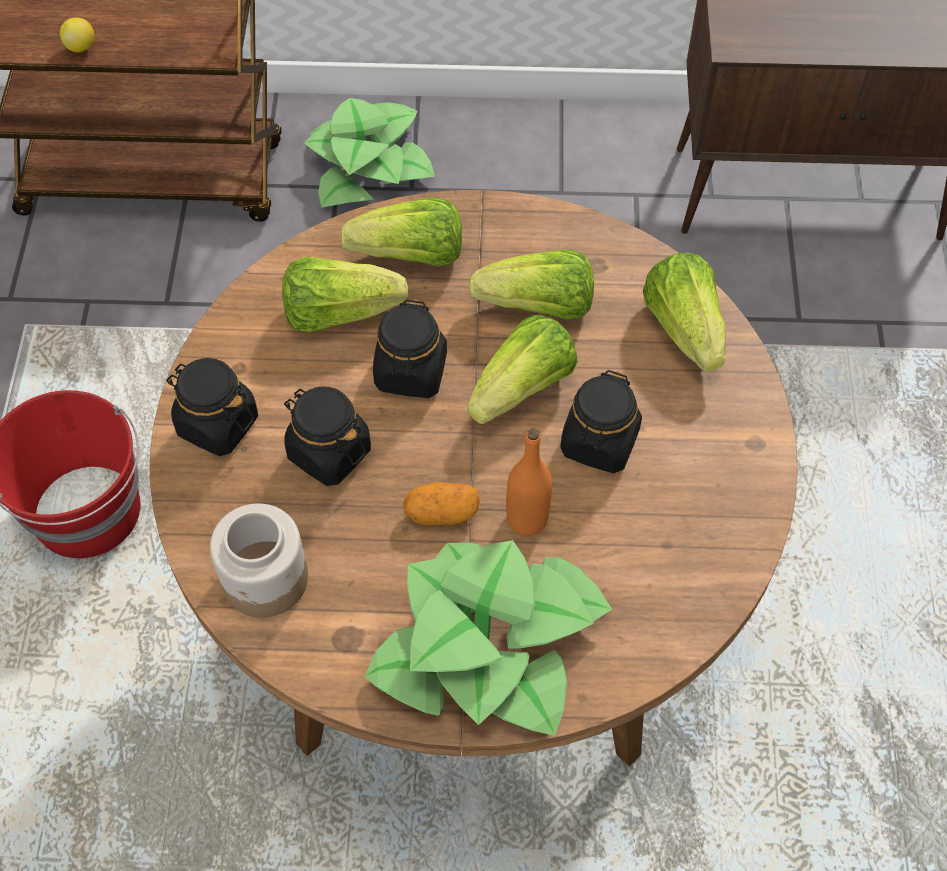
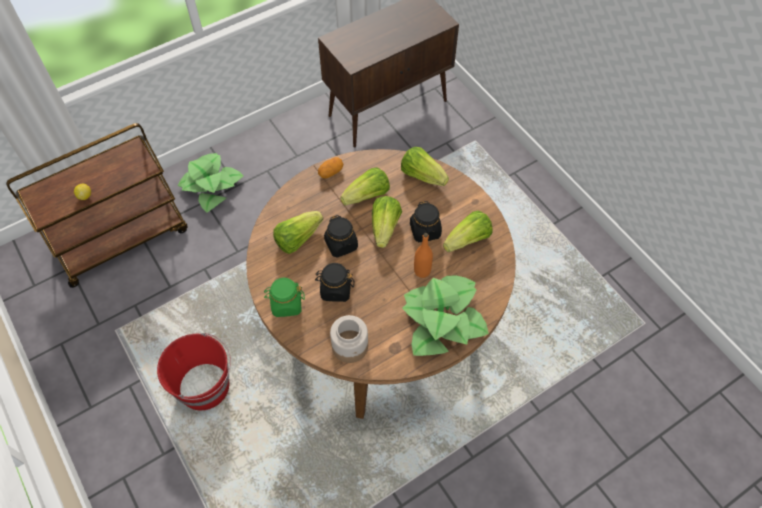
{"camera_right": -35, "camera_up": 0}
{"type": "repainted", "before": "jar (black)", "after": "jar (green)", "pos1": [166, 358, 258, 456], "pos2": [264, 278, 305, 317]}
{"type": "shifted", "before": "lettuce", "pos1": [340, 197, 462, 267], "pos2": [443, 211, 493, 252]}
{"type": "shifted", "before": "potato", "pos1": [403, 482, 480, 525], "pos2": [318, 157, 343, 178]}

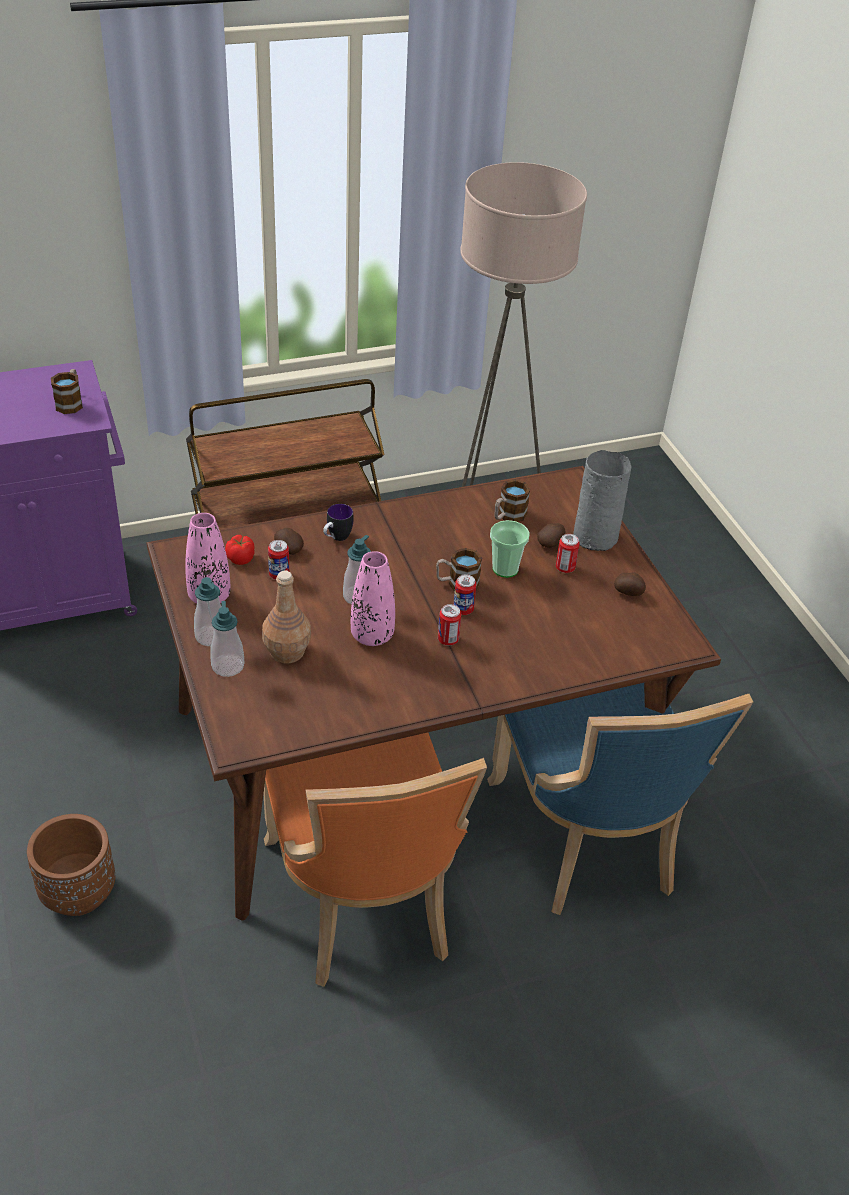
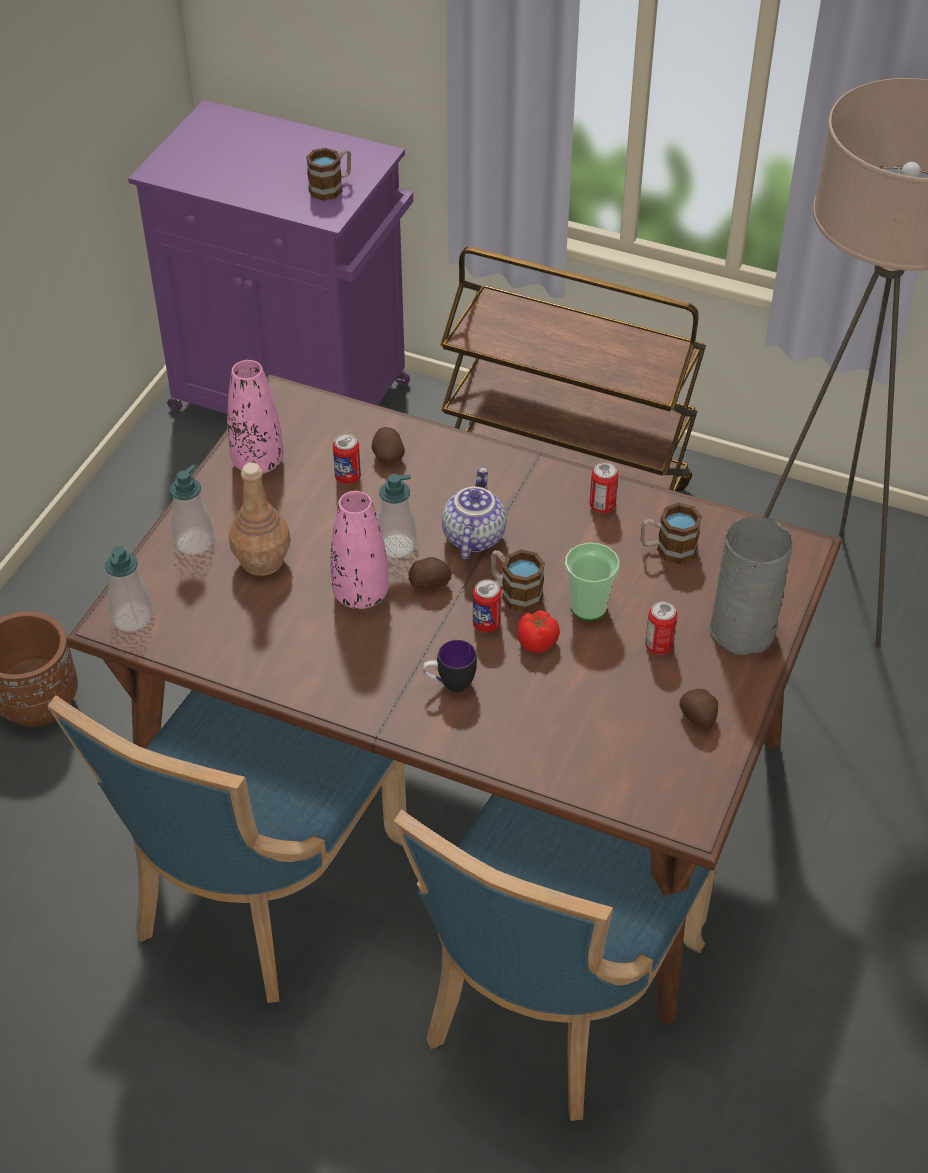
{"camera_right": 45, "camera_up": 5}
{"type": "shifted", "before": "soap dispenser", "pos1": [194, 577, 222, 646], "pos2": [105, 546, 153, 631]}
{"type": "shifted", "before": "tomato", "pos1": [225, 535, 255, 565], "pos2": [518, 610, 560, 653]}
{"type": "repainted", "before": "chair (orange)", "after": "chair (blue)", "pos1": [264, 732, 487, 987], "pos2": [48, 690, 407, 1003]}
{"type": "shifted", "before": "mug", "pos1": [323, 504, 353, 541], "pos2": [422, 640, 477, 692]}
{"type": "shifted", "before": "can", "pos1": [438, 604, 461, 645], "pos2": [590, 462, 618, 513]}
{"type": "shifted", "before": "potato", "pos1": [537, 523, 565, 548], "pos2": [409, 557, 452, 589]}
{"type": "new", "after": "teapot", "pos2": [442, 467, 506, 559]}

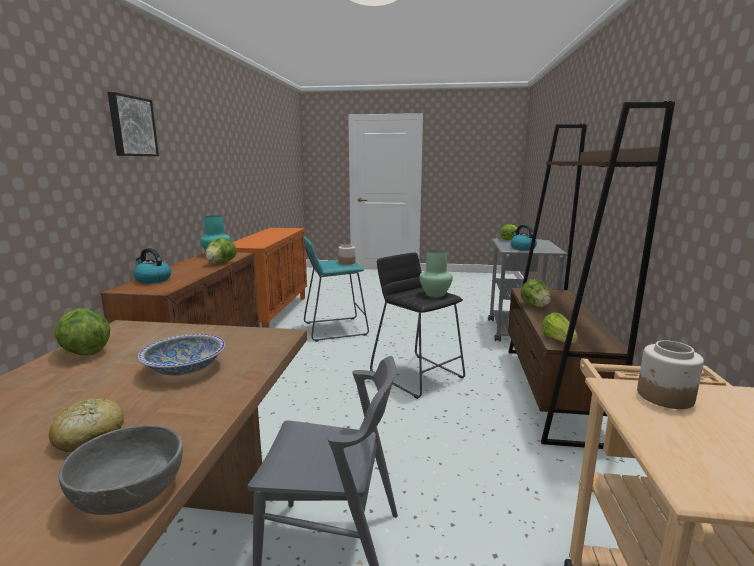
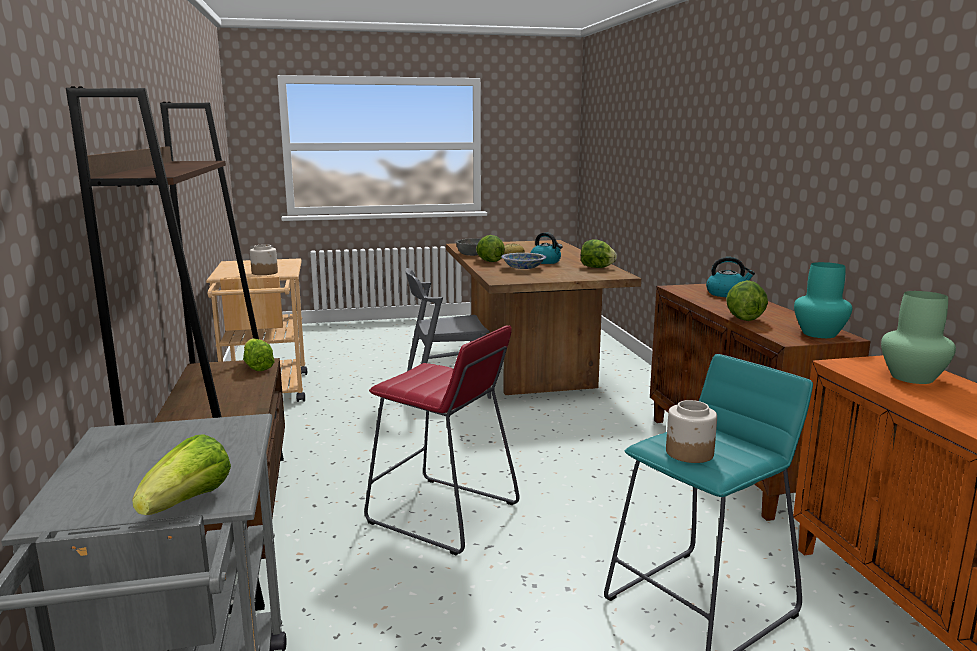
{"camera_right": 160, "camera_up": 0}
{"type": "gone", "before": "picture", "pos1": [108, 92, 159, 156]}
{"type": "repainted", "before": "stool (black)", "after": "stool (red)", "pos1": [370, 252, 465, 399], "pos2": [364, 325, 519, 555]}
{"type": "shifted", "before": "vase (green)", "pos1": [419, 250, 453, 297], "pos2": [881, 291, 956, 384]}
{"type": "shifted", "before": "kettle", "pos1": [510, 225, 537, 251], "pos2": [531, 232, 563, 264]}
{"type": "shifted", "before": "lettuce", "pos1": [520, 279, 551, 308], "pos2": [476, 235, 505, 262]}

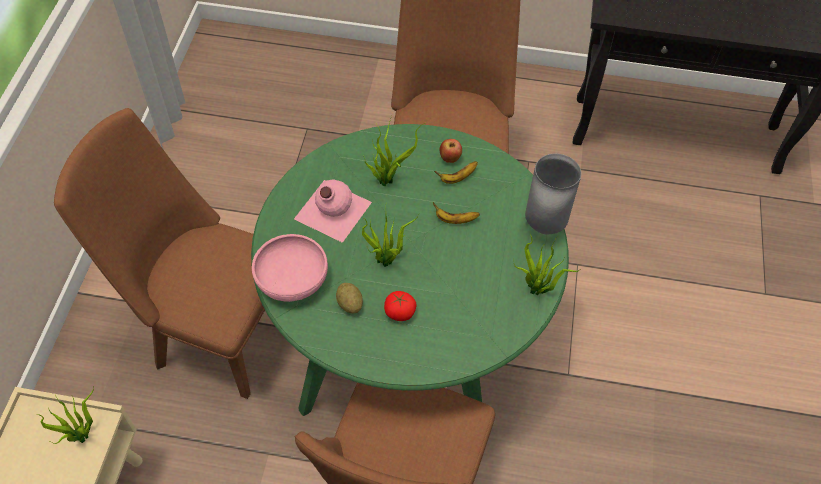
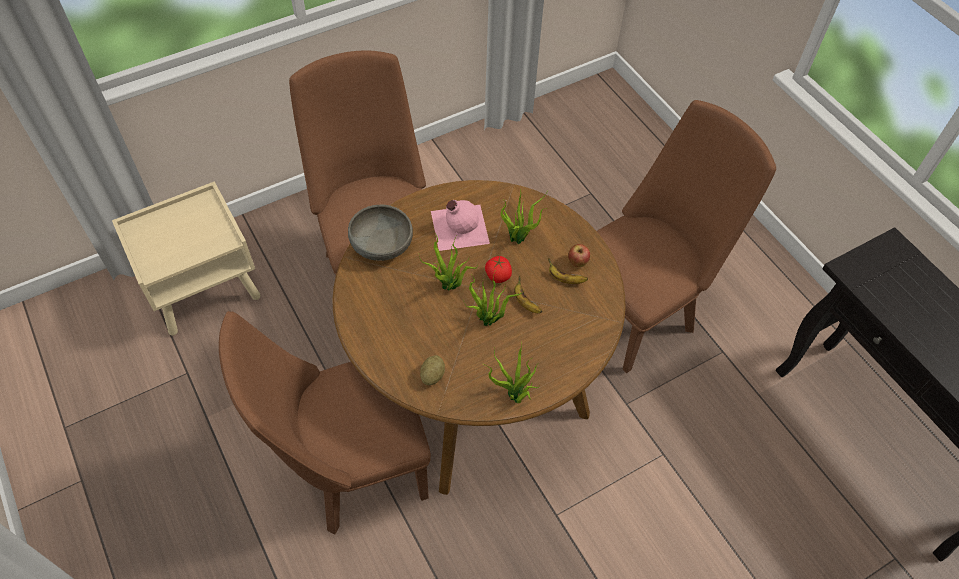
{"camera_right": 50, "camera_up": 0}
{"type": "shifted", "before": "potted plant", "pos1": [35, 386, 94, 444], "pos2": [464, 269, 524, 326]}
{"type": "repainted", "before": "dining table (green)", "after": "dining table (brown)", "pos1": [251, 124, 569, 416], "pos2": [332, 180, 626, 495]}
{"type": "repainted", "before": "bowl (pink)", "after": "bowl (grey)", "pos1": [252, 234, 328, 302], "pos2": [348, 204, 413, 261]}
{"type": "shifted", "before": "potato", "pos1": [336, 283, 363, 313], "pos2": [420, 355, 445, 385]}
{"type": "shifted", "before": "tomato", "pos1": [384, 291, 416, 321], "pos2": [485, 256, 512, 283]}
{"type": "gone", "before": "vase (grey)", "pos1": [525, 154, 581, 234]}

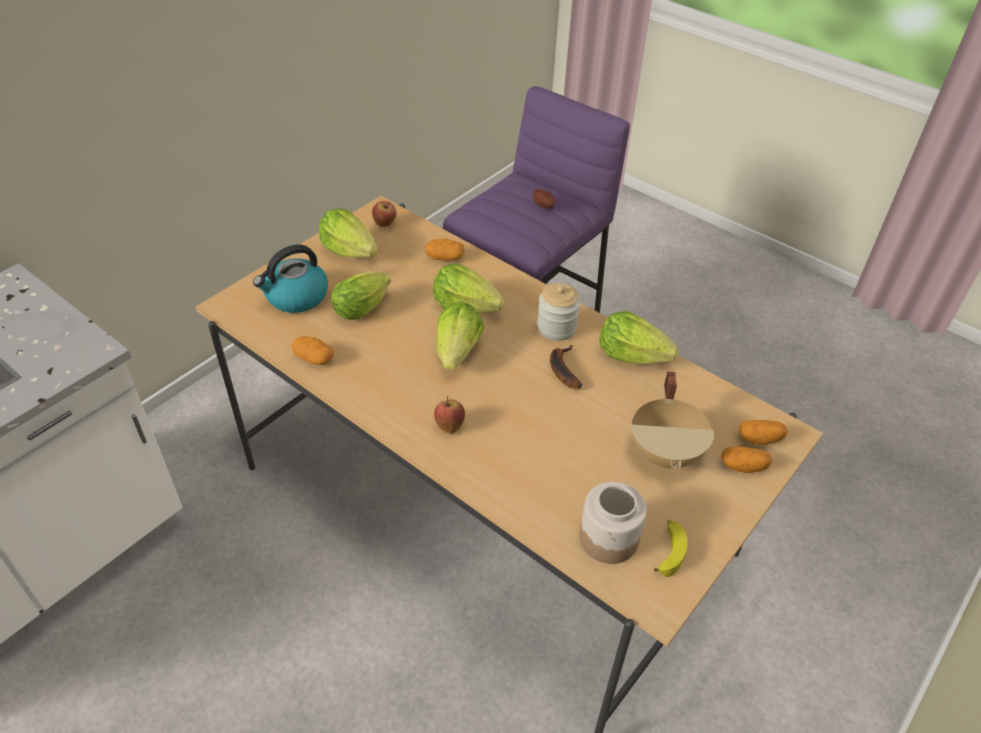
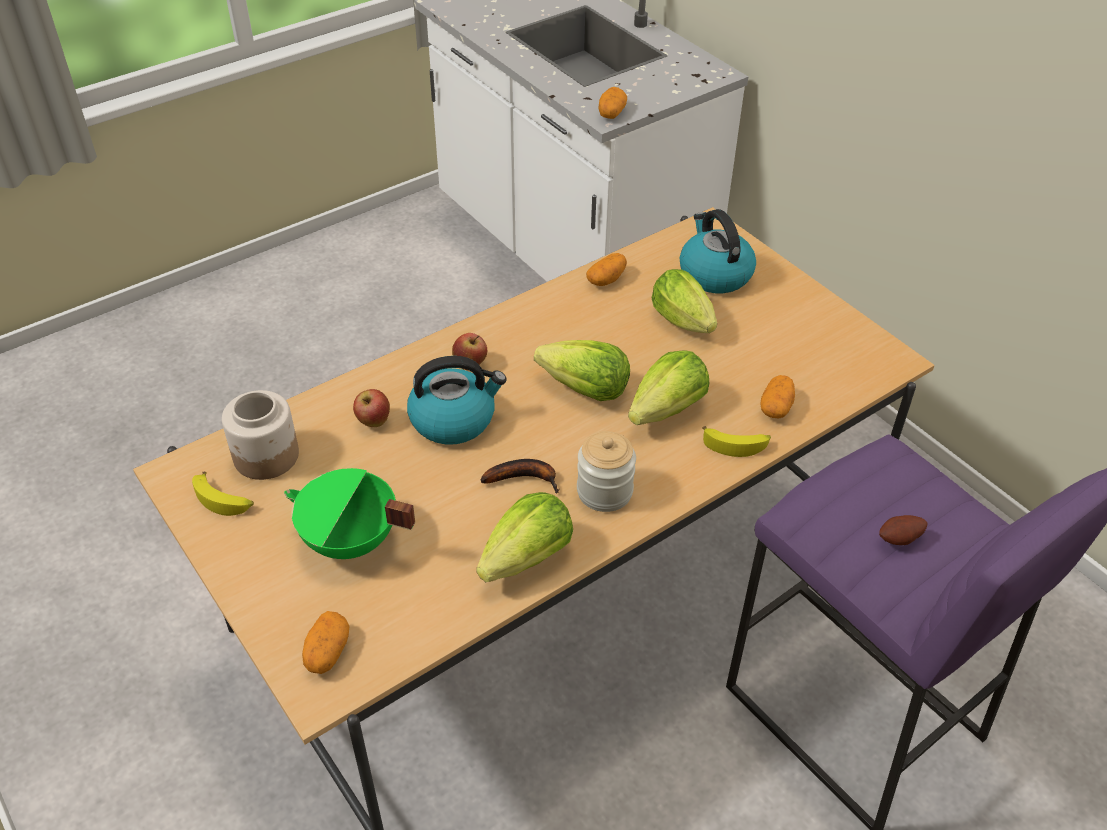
{"camera_right": 105, "camera_up": 0}
{"type": "gone", "before": "lettuce", "pos1": [319, 208, 378, 258]}
{"type": "shifted", "before": "apple", "pos1": [372, 201, 396, 227], "pos2": [353, 389, 390, 427]}
{"type": "repainted", "before": "cooking pot (beige)", "after": "cooking pot (green)", "pos1": [631, 372, 714, 469], "pos2": [284, 468, 415, 559]}
{"type": "shifted", "before": "potato", "pos1": [721, 446, 772, 473], "pos2": [598, 87, 627, 119]}
{"type": "new", "after": "kettle", "pos2": [407, 356, 507, 445]}
{"type": "new", "after": "banana", "pos2": [702, 426, 771, 457]}

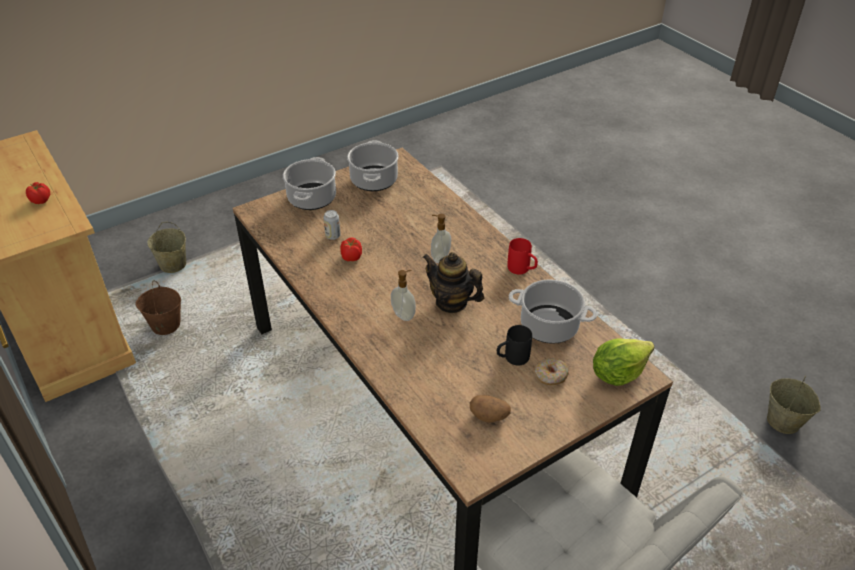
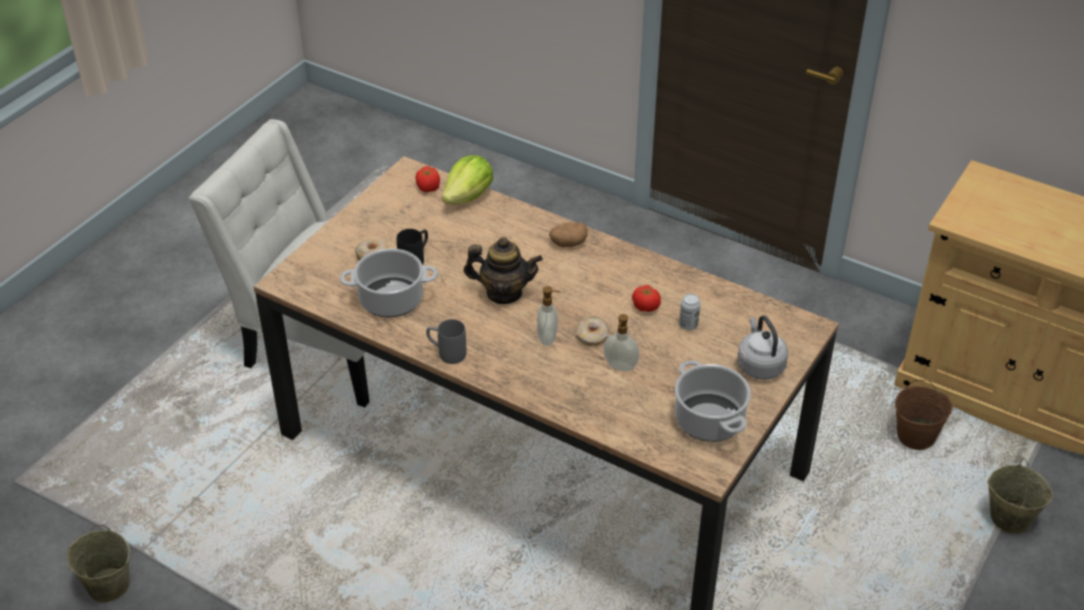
{"camera_right": 155, "camera_up": 0}
{"type": "shifted", "before": "tomato", "pos1": [26, 182, 50, 204], "pos2": [416, 166, 440, 192]}
{"type": "swapped", "before": "cooking pot", "after": "kettle (grey)", "pos1": [283, 157, 336, 210], "pos2": [737, 315, 788, 380]}
{"type": "shifted", "before": "soap dispenser", "pos1": [391, 270, 416, 321], "pos2": [604, 314, 639, 371]}
{"type": "shifted", "before": "potato", "pos1": [470, 395, 511, 423], "pos2": [549, 222, 588, 247]}
{"type": "repainted", "before": "mug (red)", "after": "mug (grey)", "pos1": [507, 238, 538, 274], "pos2": [426, 319, 466, 364]}
{"type": "shifted", "before": "lettuce", "pos1": [593, 339, 654, 386], "pos2": [442, 155, 493, 205]}
{"type": "new", "after": "donut", "pos2": [576, 316, 609, 346]}

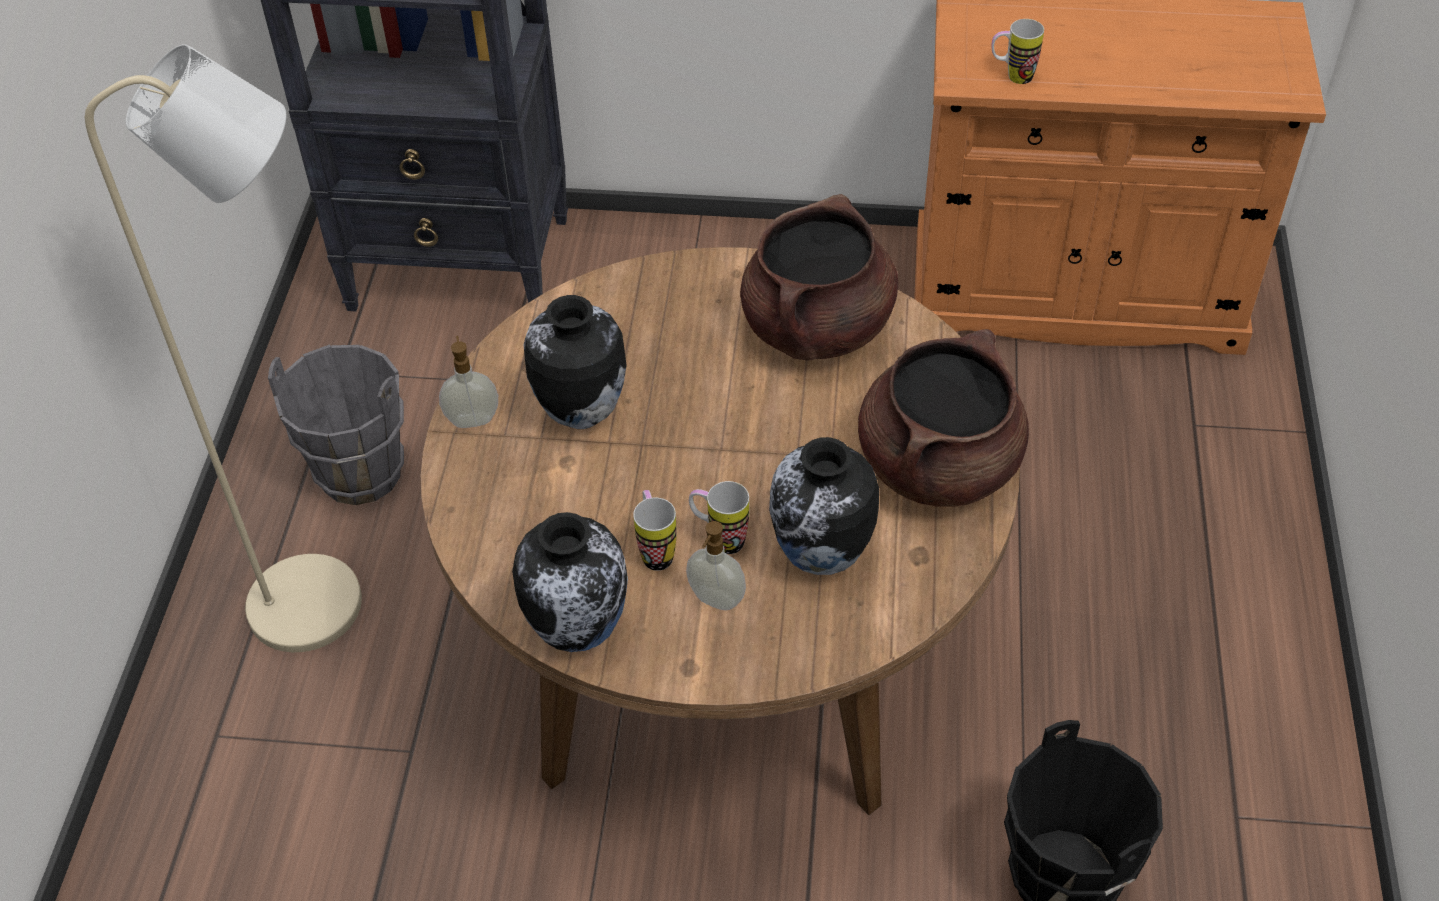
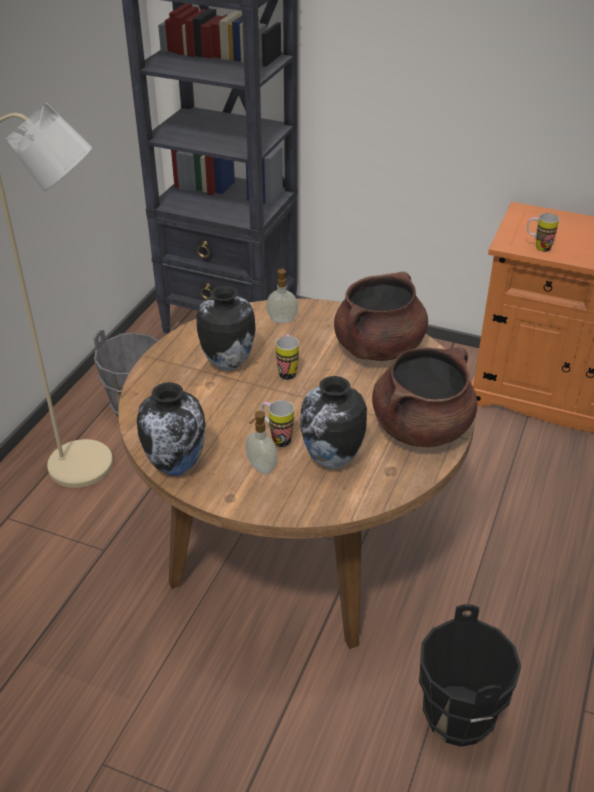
{"camera_right": 15, "camera_up": -10}
{"type": "shifted", "before": "soap dispenser", "pos1": [439, 336, 498, 428], "pos2": [266, 268, 298, 323]}
{"type": "shifted", "before": "mug", "pos1": [633, 490, 676, 571], "pos2": [276, 334, 299, 380]}

